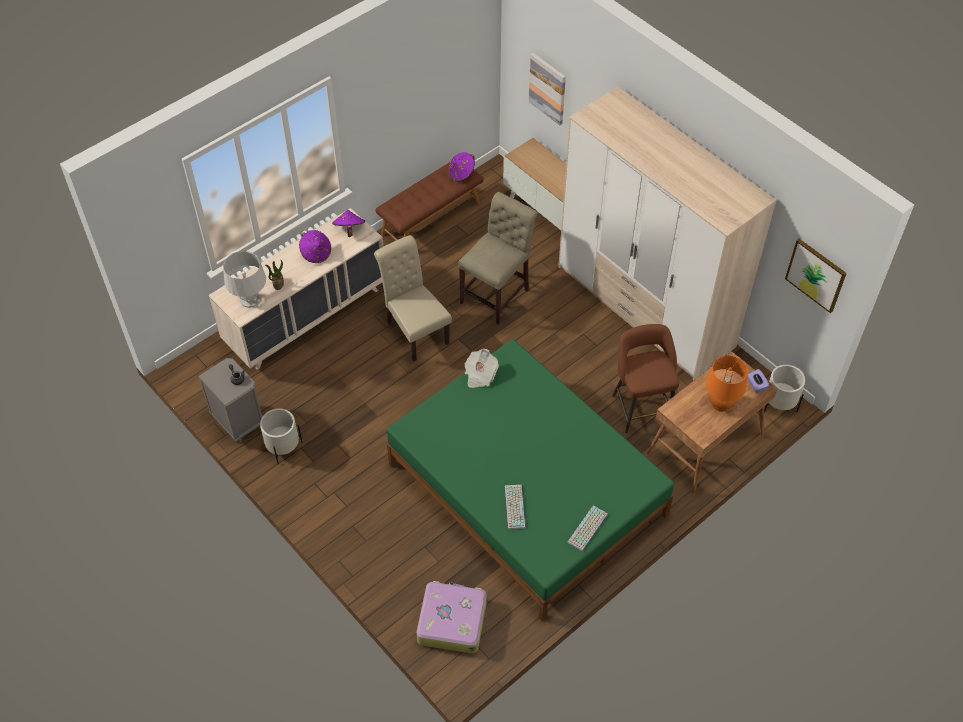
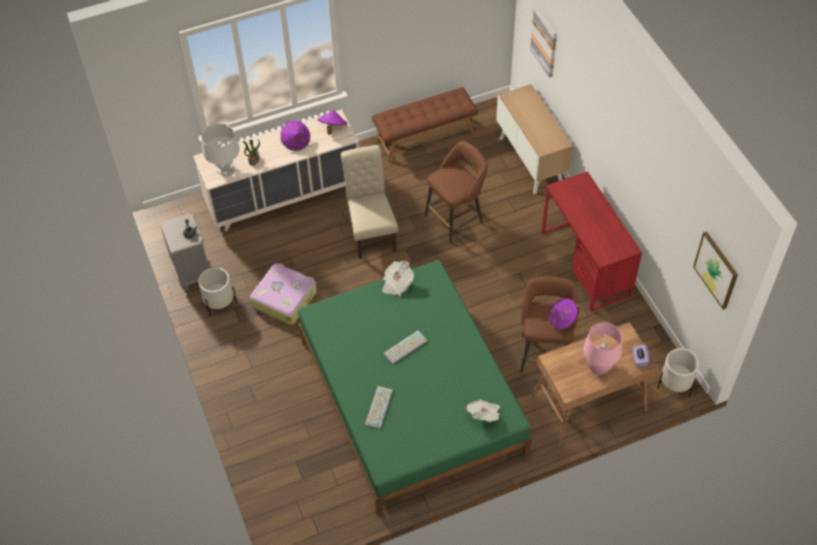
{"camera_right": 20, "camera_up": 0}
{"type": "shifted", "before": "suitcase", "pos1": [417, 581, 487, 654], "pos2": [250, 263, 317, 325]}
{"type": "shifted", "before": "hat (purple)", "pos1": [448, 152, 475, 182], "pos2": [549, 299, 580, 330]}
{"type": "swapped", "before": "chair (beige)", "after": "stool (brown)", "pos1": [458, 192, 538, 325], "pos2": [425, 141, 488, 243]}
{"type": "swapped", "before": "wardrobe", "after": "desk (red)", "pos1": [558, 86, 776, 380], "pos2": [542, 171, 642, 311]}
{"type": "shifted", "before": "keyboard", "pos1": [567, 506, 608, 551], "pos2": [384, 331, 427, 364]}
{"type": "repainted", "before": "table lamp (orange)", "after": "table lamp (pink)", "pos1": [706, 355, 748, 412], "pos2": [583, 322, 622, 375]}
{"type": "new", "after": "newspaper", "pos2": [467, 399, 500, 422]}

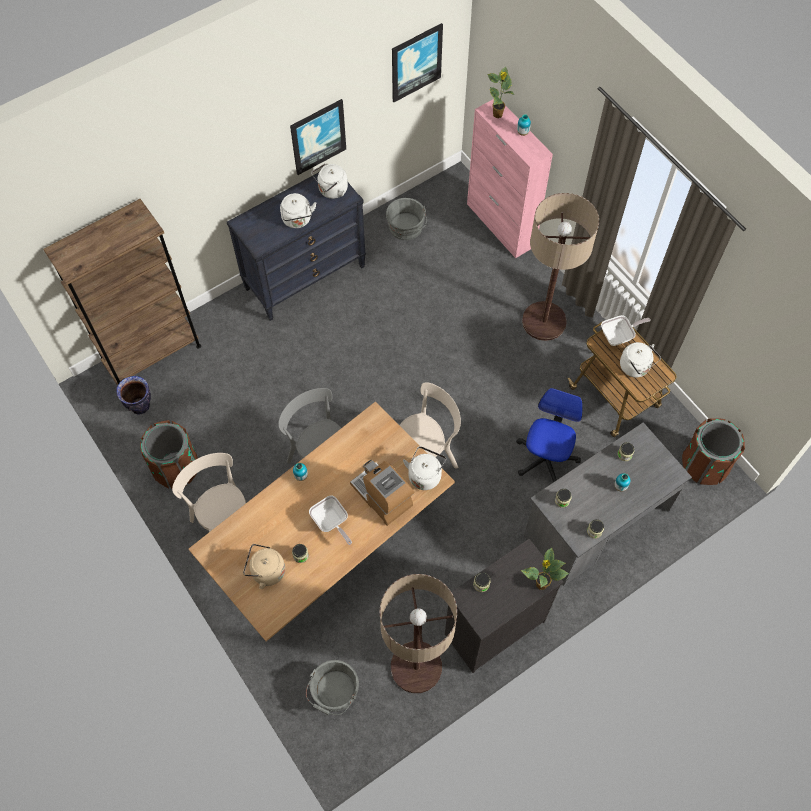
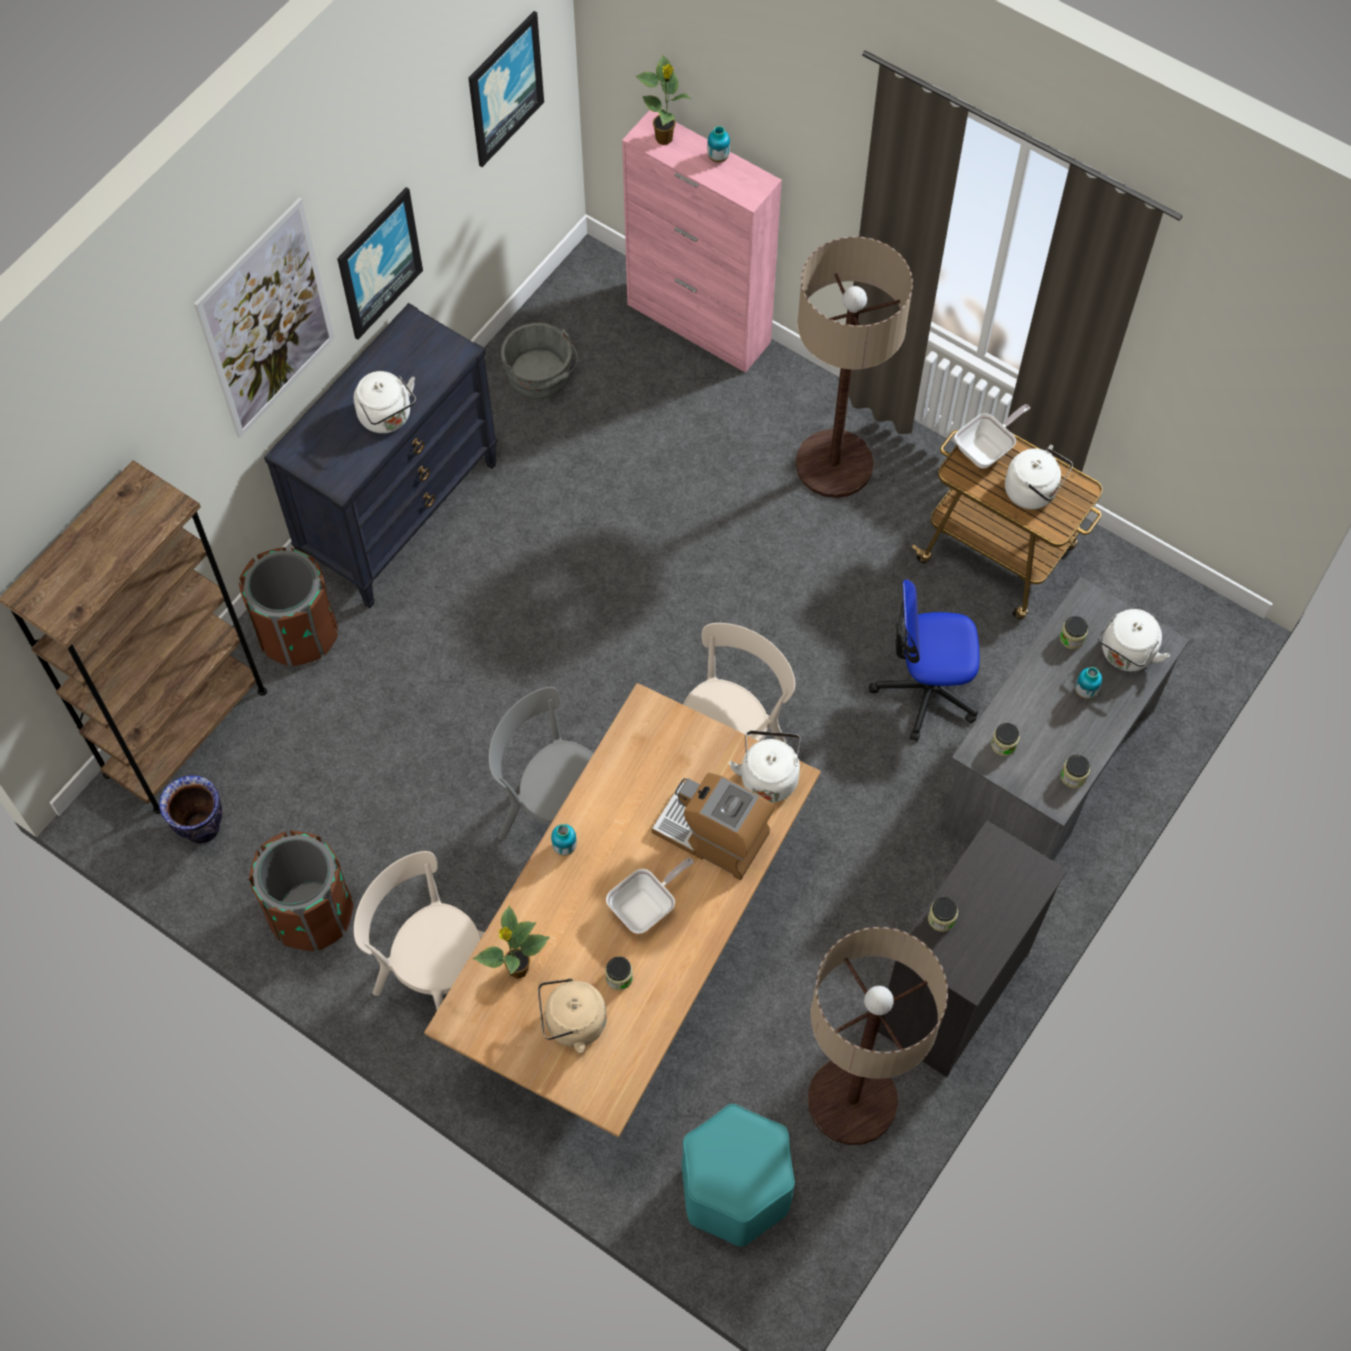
{"camera_right": -20, "camera_up": 0}
{"type": "swapped", "before": "bucket (grey)", "after": "stool (turquoise)", "pos1": [306, 660, 359, 715], "pos2": [682, 1104, 795, 1247]}
{"type": "rotated", "before": "frying pan", "pos1": [309, 496, 352, 545], "pos2": [606, 857, 694, 934], "turn": -75}
{"type": "shifted", "before": "kettle (white)", "pos1": [311, 163, 348, 199], "pos2": [1098, 609, 1170, 671]}
{"type": "rotated", "before": "office chair", "pos1": [516, 388, 583, 483], "pos2": [869, 579, 980, 741], "turn": -90}
{"type": "shifted", "before": "potted plant", "pos1": [521, 548, 569, 590], "pos2": [473, 905, 550, 979]}
{"type": "shifted", "before": "trash can (brown)", "pos1": [682, 418, 745, 485], "pos2": [239, 547, 338, 666]}
{"type": "new", "after": "picture", "pos2": [194, 197, 335, 438]}

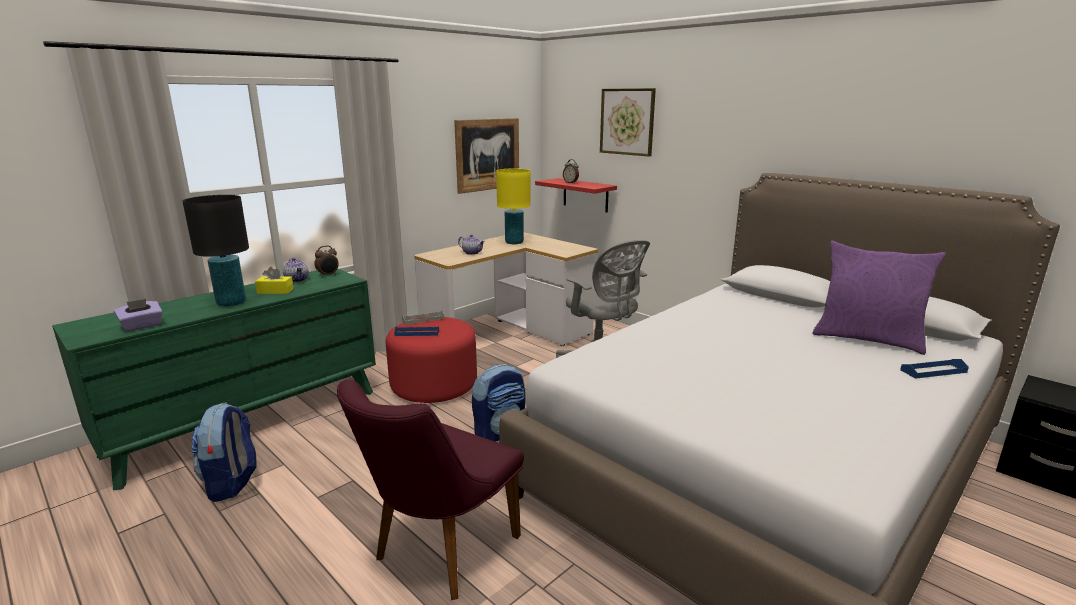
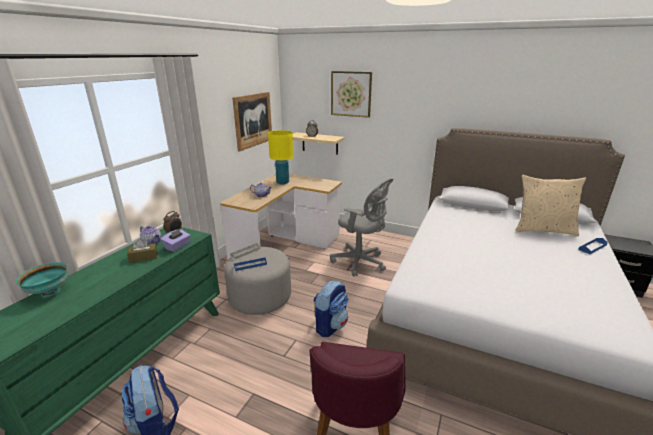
{"camera_right": -20, "camera_up": 5}
{"type": "shifted", "before": "tissue box (purple)", "pos1": [114, 299, 163, 332], "pos2": [160, 228, 191, 252]}
{"type": "gone", "before": "table lamp (black)", "pos1": [182, 195, 249, 307]}
{"type": "repainted", "before": "tissue box (yellow)", "after": "tissue box (brown)", "pos1": [255, 267, 294, 294], "pos2": [127, 239, 158, 263]}
{"type": "repainted", "before": "ottoman (red)", "after": "ottoman (grey)", "pos1": [386, 317, 477, 403], "pos2": [224, 247, 291, 315]}
{"type": "repainted", "before": "shelf (red)", "after": "shelf (beige)", "pos1": [535, 178, 617, 212], "pos2": [293, 132, 345, 155]}
{"type": "repainted", "before": "pillow (purple)", "after": "pillow (beige)", "pos1": [813, 241, 946, 355], "pos2": [516, 175, 586, 237]}
{"type": "new", "after": "bowl (turquoise)", "pos2": [15, 262, 68, 297]}

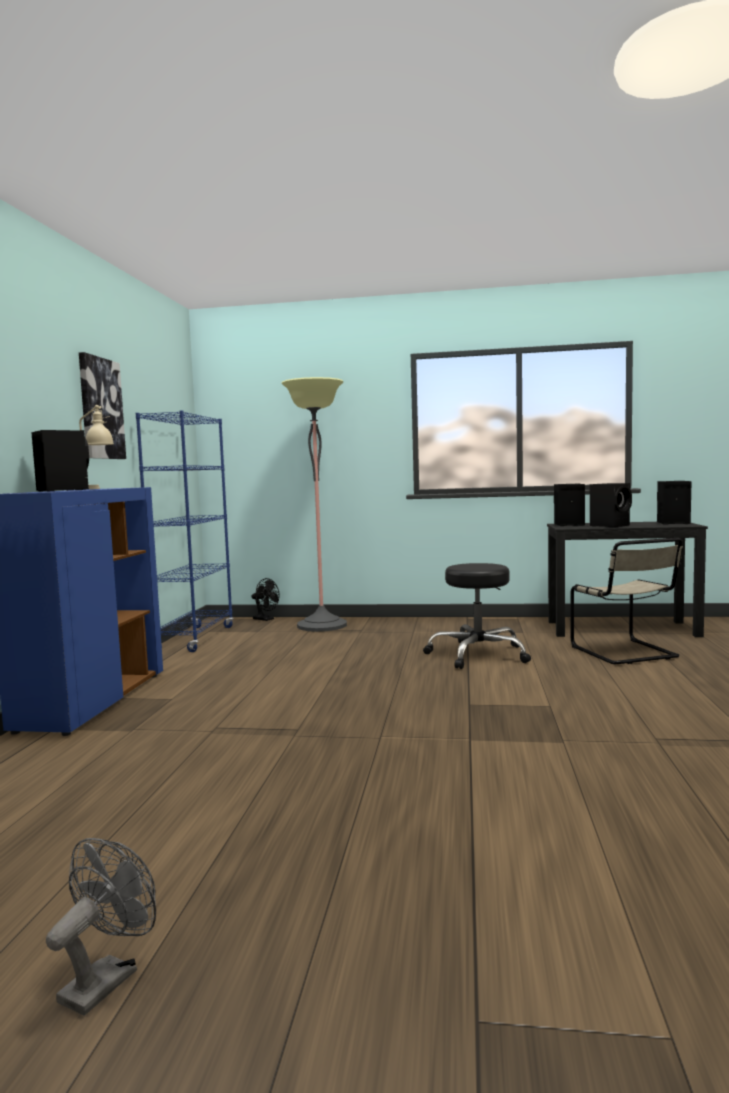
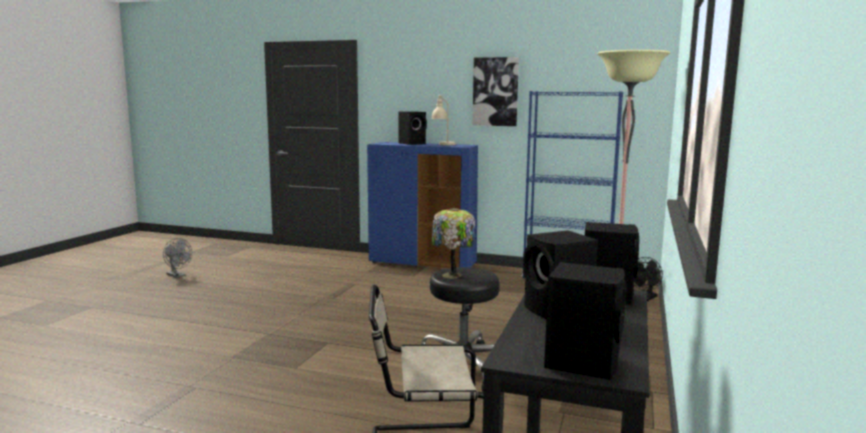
{"camera_right": 100, "camera_up": 5}
{"type": "new", "after": "table lamp", "pos2": [432, 208, 475, 279]}

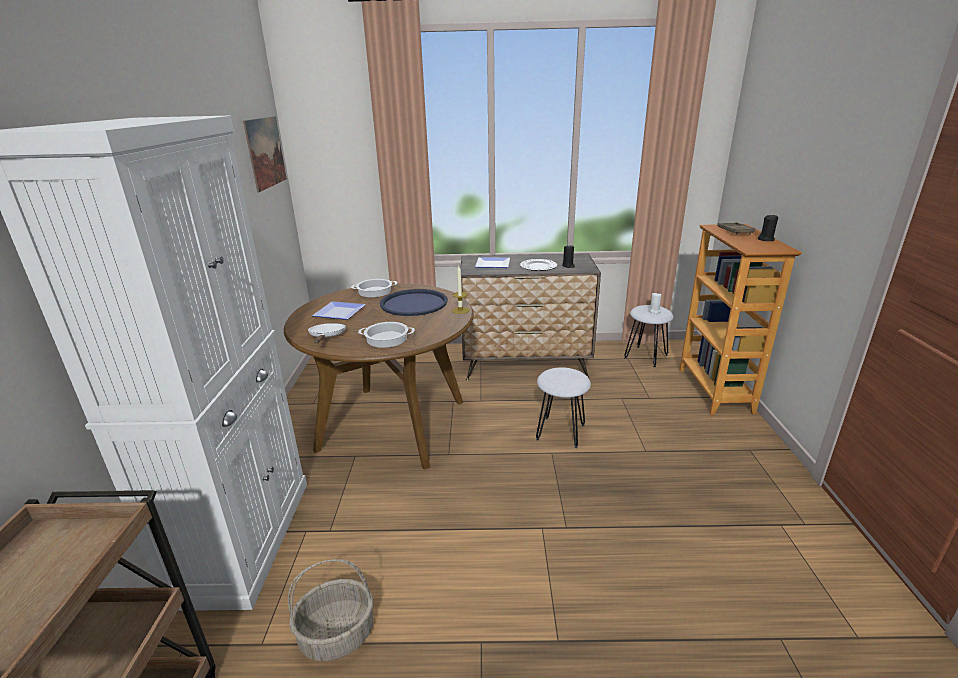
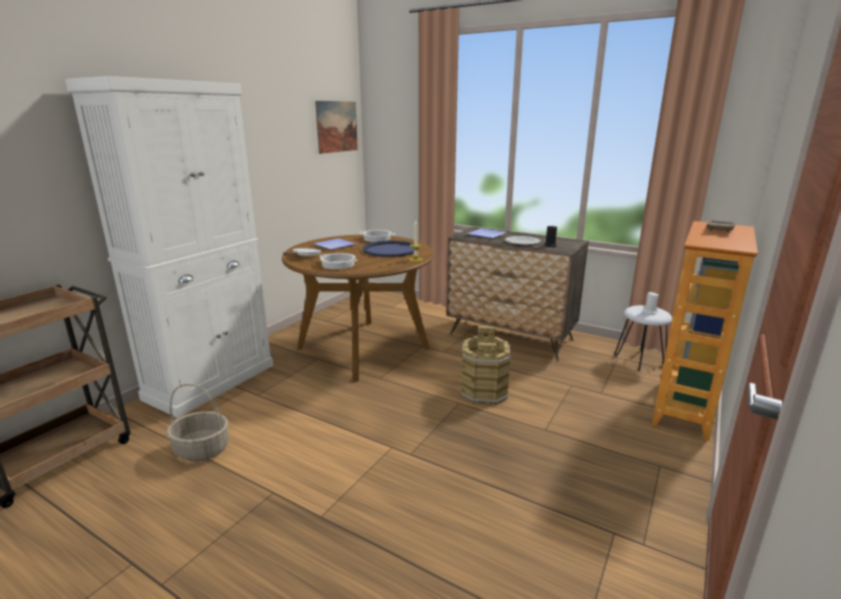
{"camera_right": 30, "camera_up": -5}
{"type": "swapped", "before": "stool (white)", "after": "bucket (brown)", "pos1": [536, 367, 591, 448], "pos2": [460, 326, 511, 405]}
{"type": "gone", "before": "candle (black)", "pos1": [758, 215, 778, 241]}

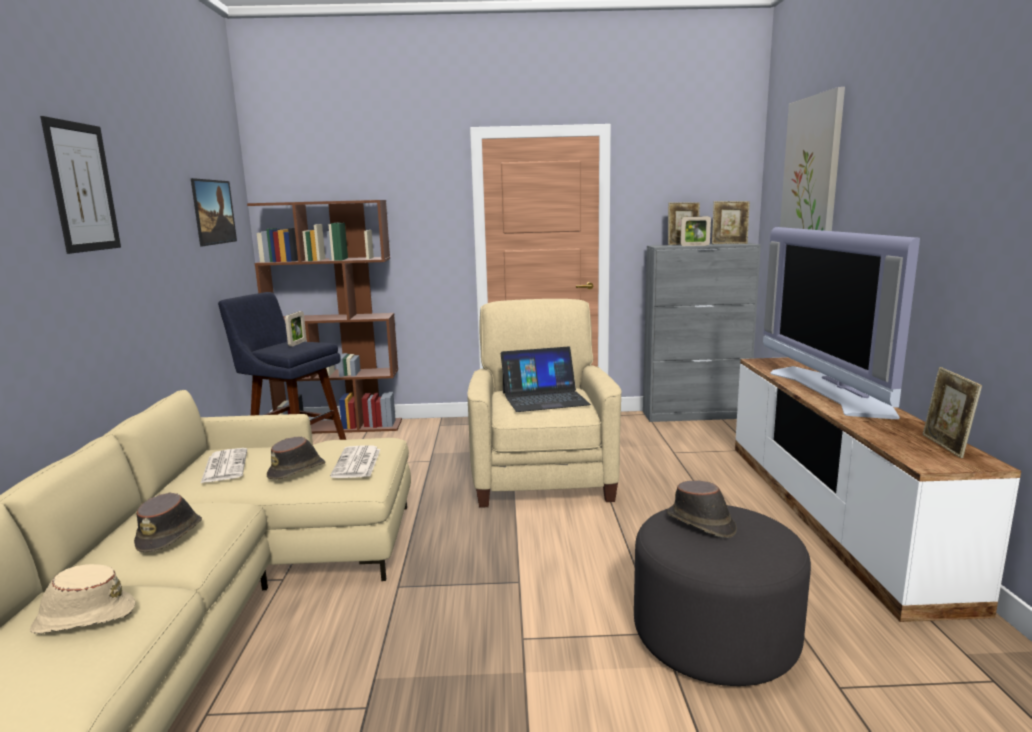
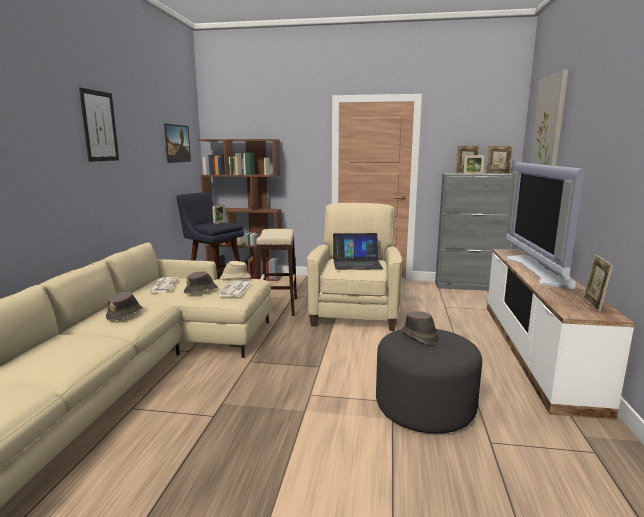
{"camera_right": 10, "camera_up": 0}
{"type": "shifted", "before": "hat (beige)", "pos1": [30, 564, 136, 634], "pos2": [220, 261, 251, 279]}
{"type": "new", "after": "stool (beige)", "pos2": [256, 229, 297, 316]}

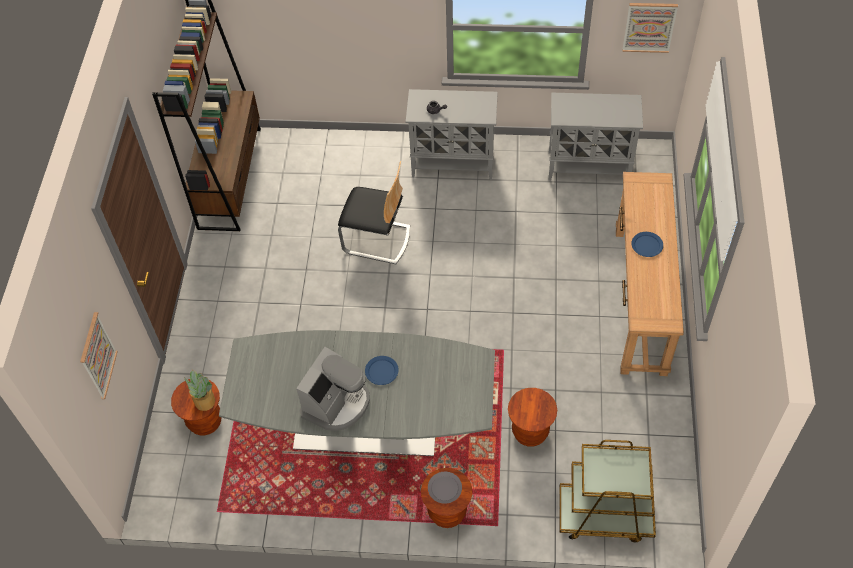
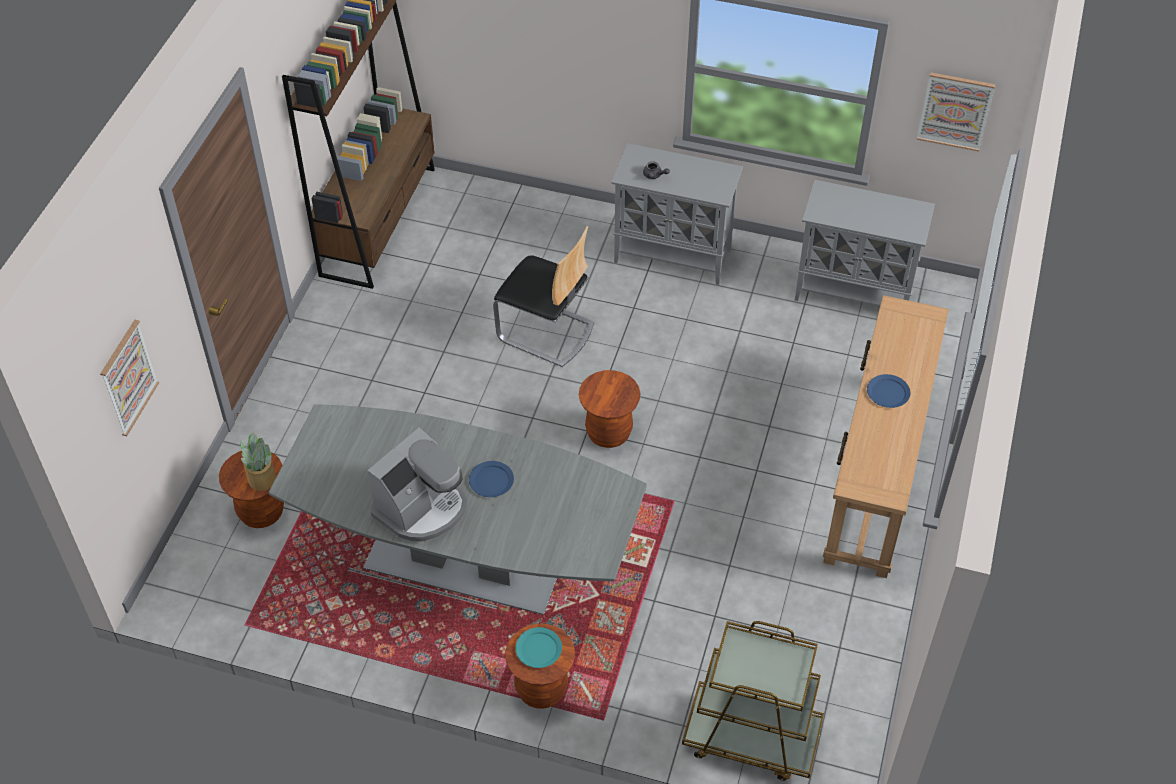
{"camera_right": 10, "camera_up": -5}
{"type": "repainted", "before": "plate (grey)", "after": "plate (turquoise)", "pos1": [428, 472, 462, 504], "pos2": [516, 627, 562, 668]}
{"type": "shifted", "before": "stool (brown)", "pos1": [508, 388, 557, 447], "pos2": [579, 370, 640, 448]}

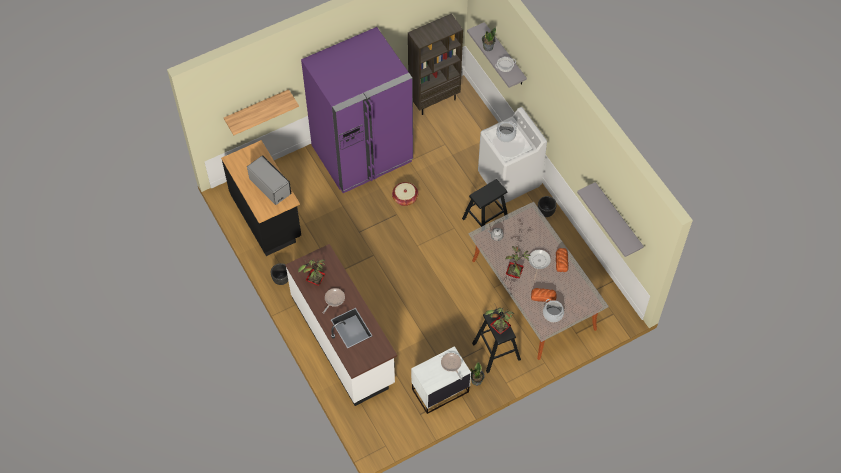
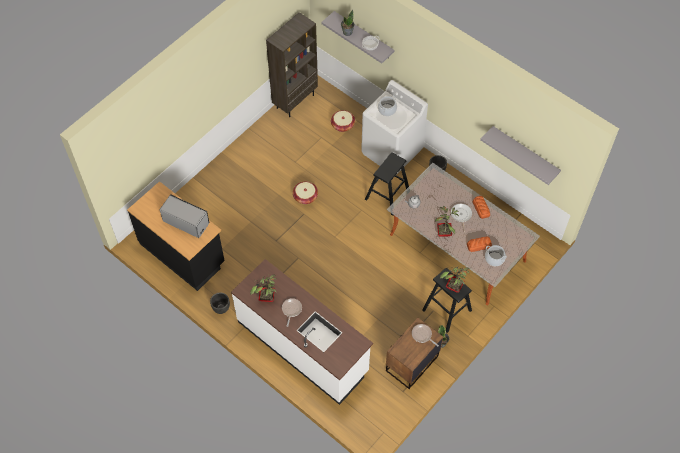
{"camera_right": -20, "camera_up": 0}
{"type": "gone", "before": "shelf", "pos1": [224, 89, 299, 135]}
{"type": "gone", "before": "fridge (purple)", "pos1": [301, 27, 413, 193]}
{"type": "repainted", "before": "nightstand (white)", "after": "nightstand (brown)", "pos1": [411, 346, 471, 414], "pos2": [386, 318, 443, 389]}
{"type": "new", "after": "basket", "pos2": [331, 110, 355, 132]}

